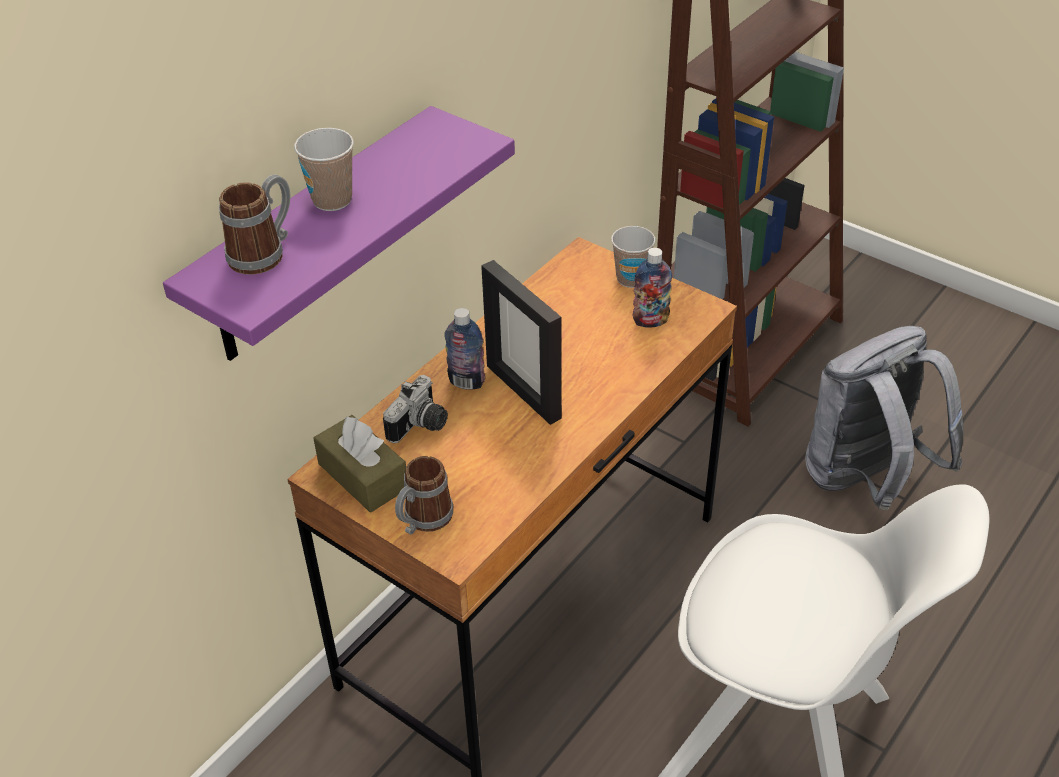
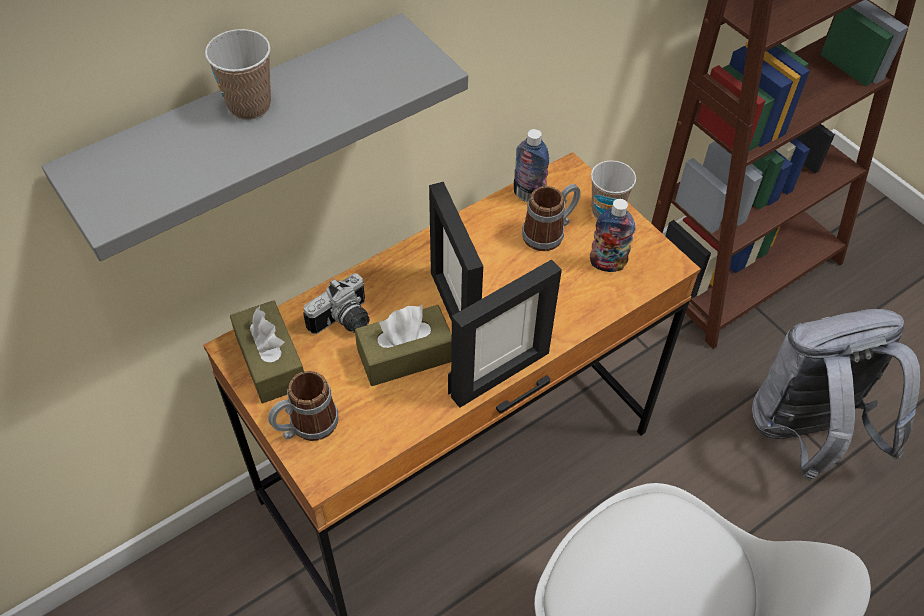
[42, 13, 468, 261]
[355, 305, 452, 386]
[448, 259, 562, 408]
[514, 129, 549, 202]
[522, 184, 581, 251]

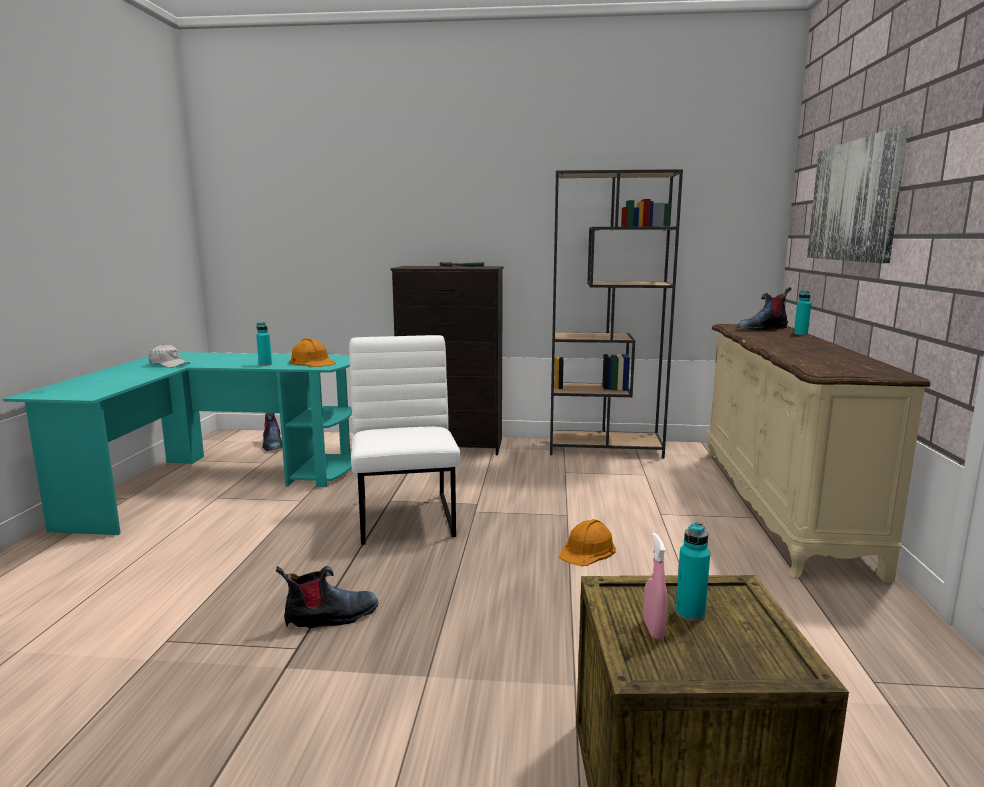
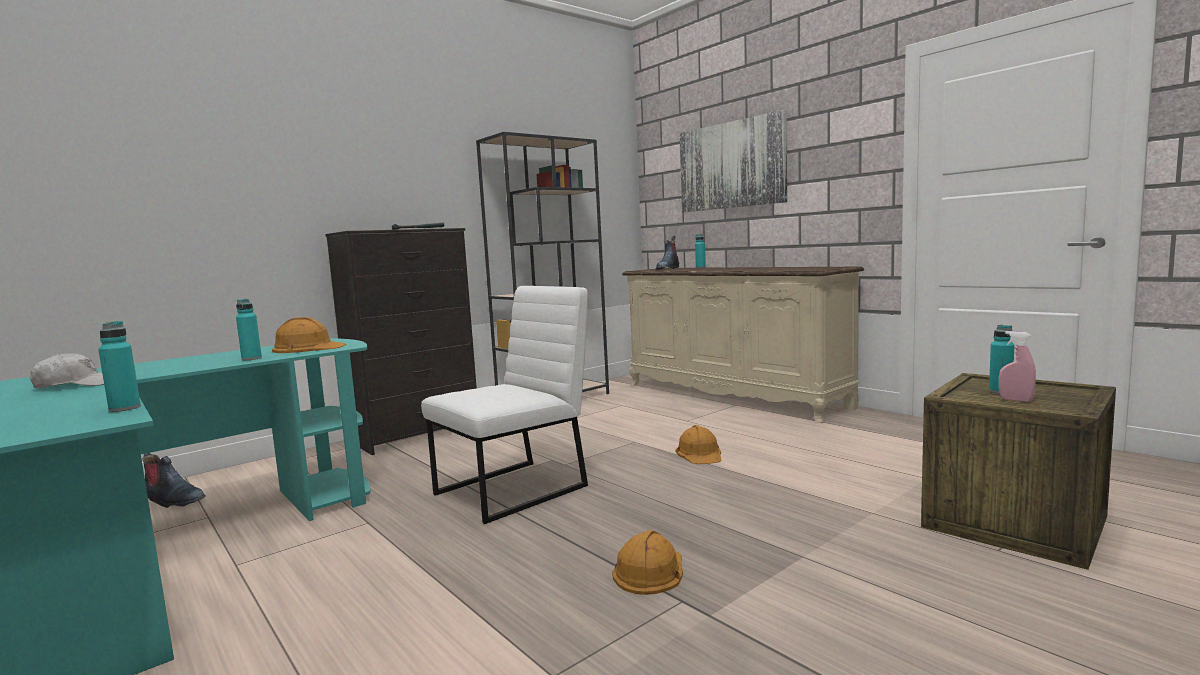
[98, 321, 141, 412]
[421, 286, 588, 524]
[612, 530, 683, 595]

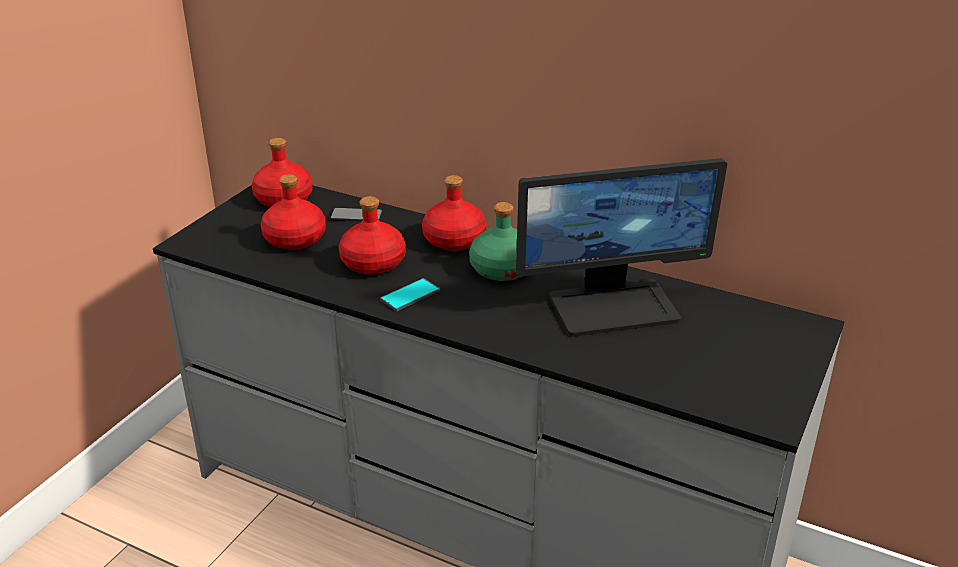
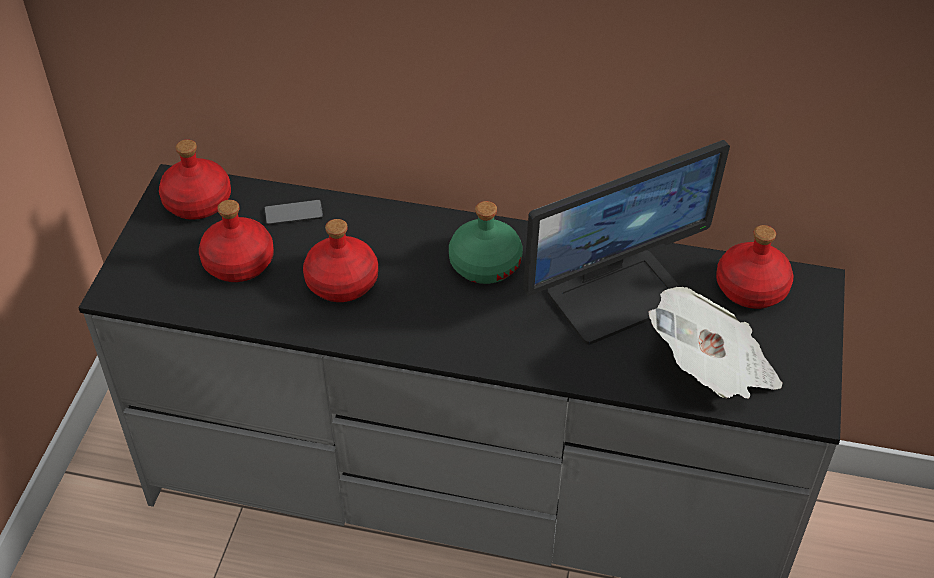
[649, 287, 783, 399]
[716, 225, 793, 309]
[380, 278, 440, 311] (first image)

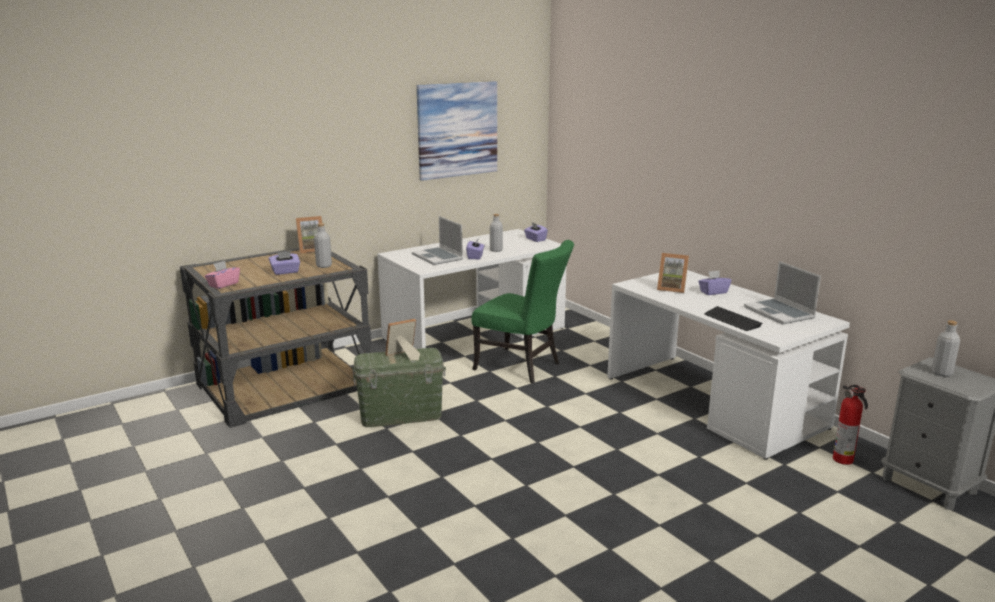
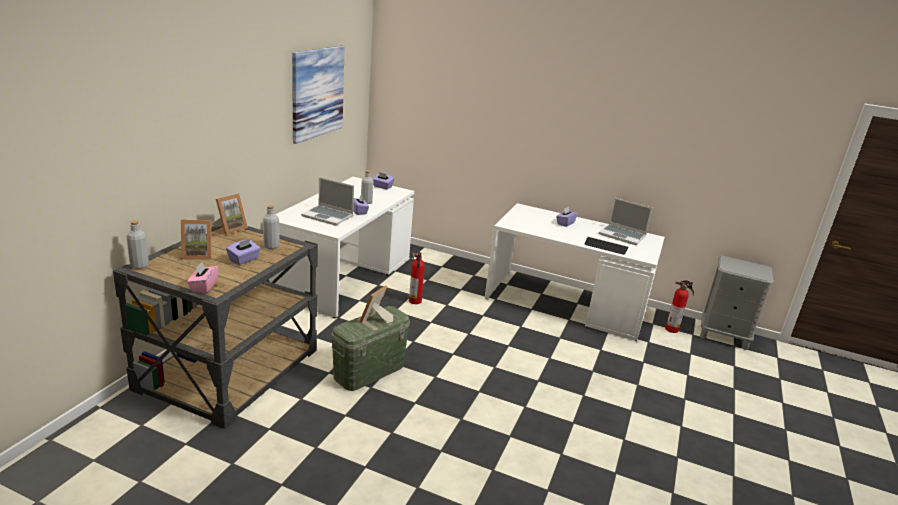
[126, 220, 149, 269]
[181, 220, 211, 260]
[409, 251, 425, 304]

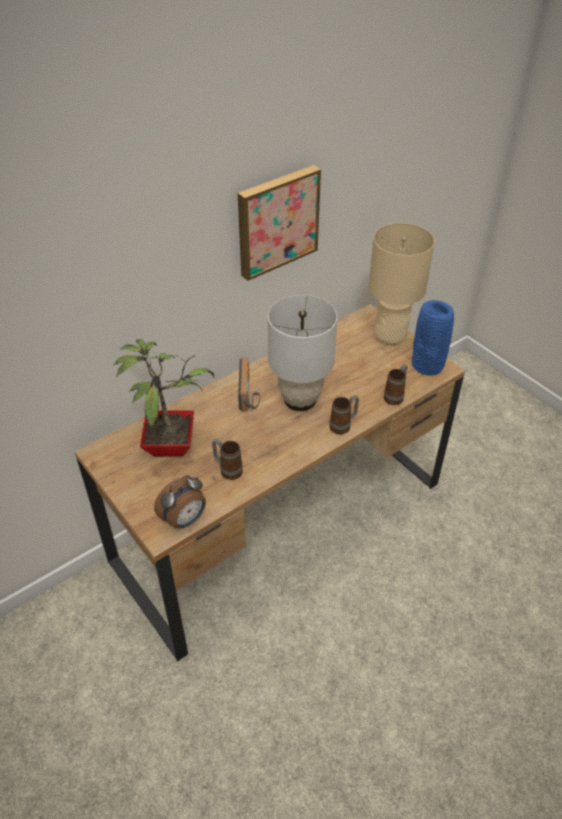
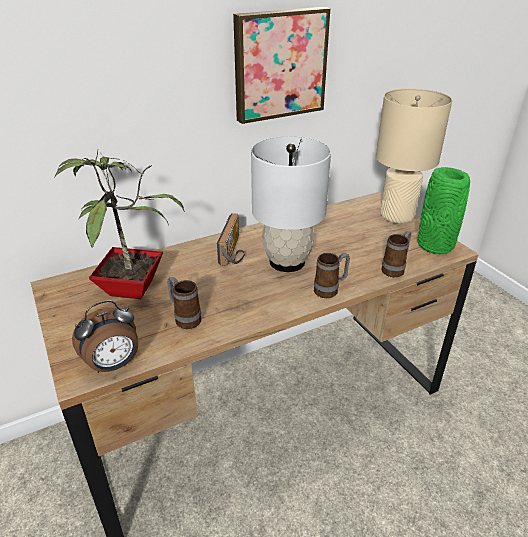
[417, 167, 470, 254]

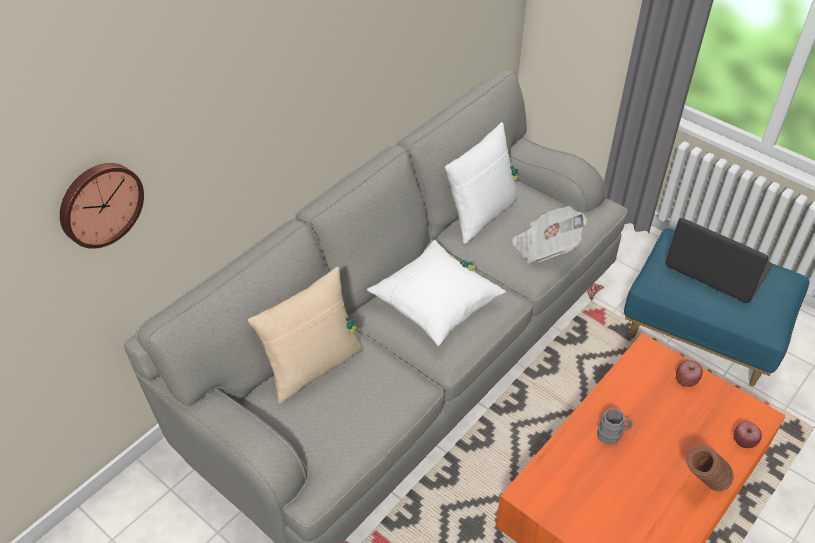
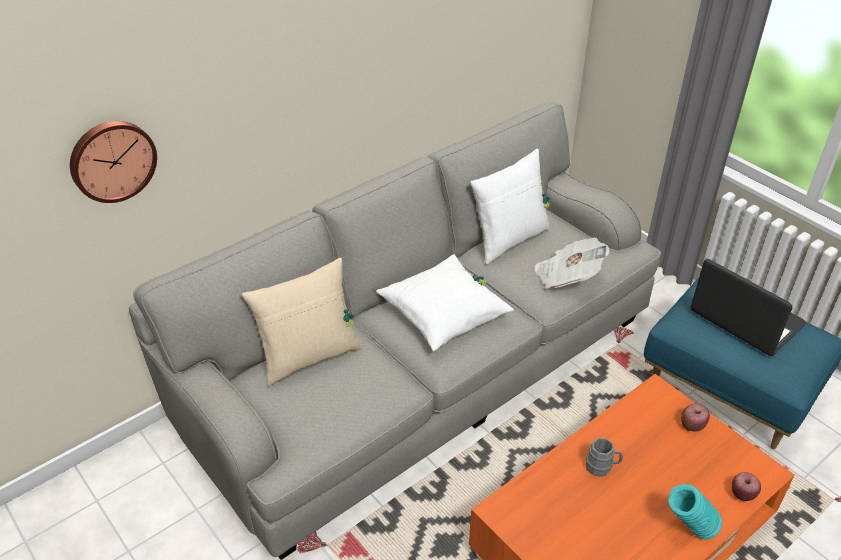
[668, 484, 722, 539]

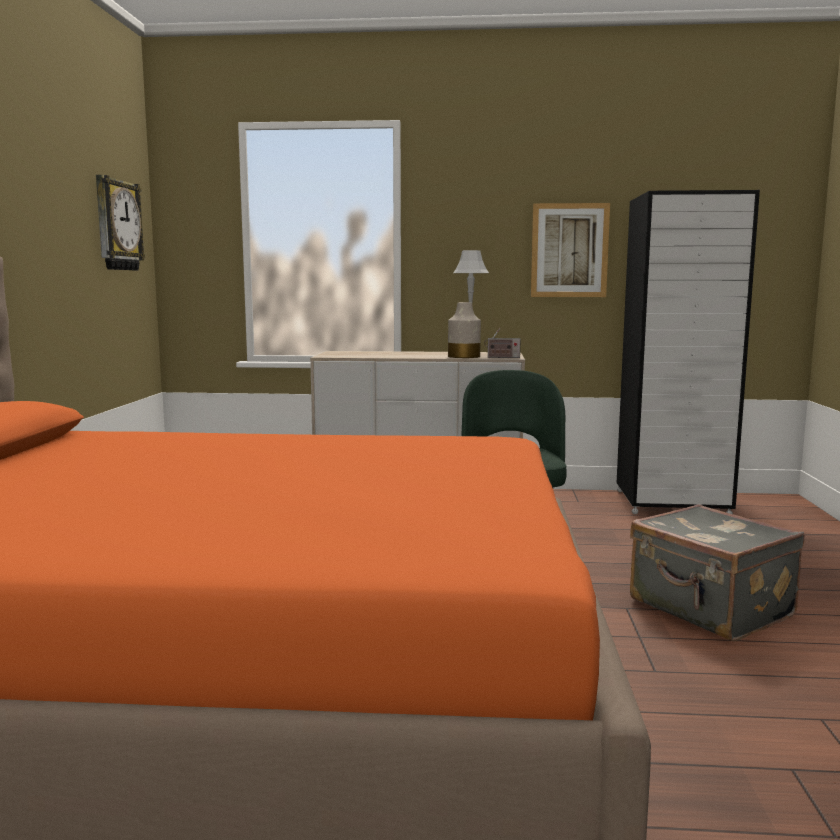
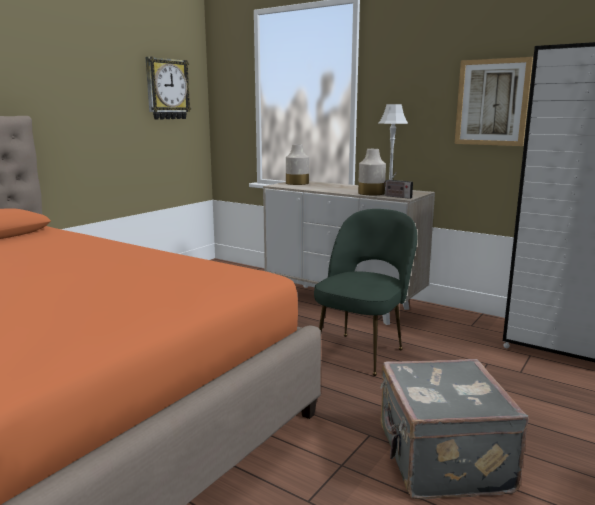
[286, 144, 309, 185]

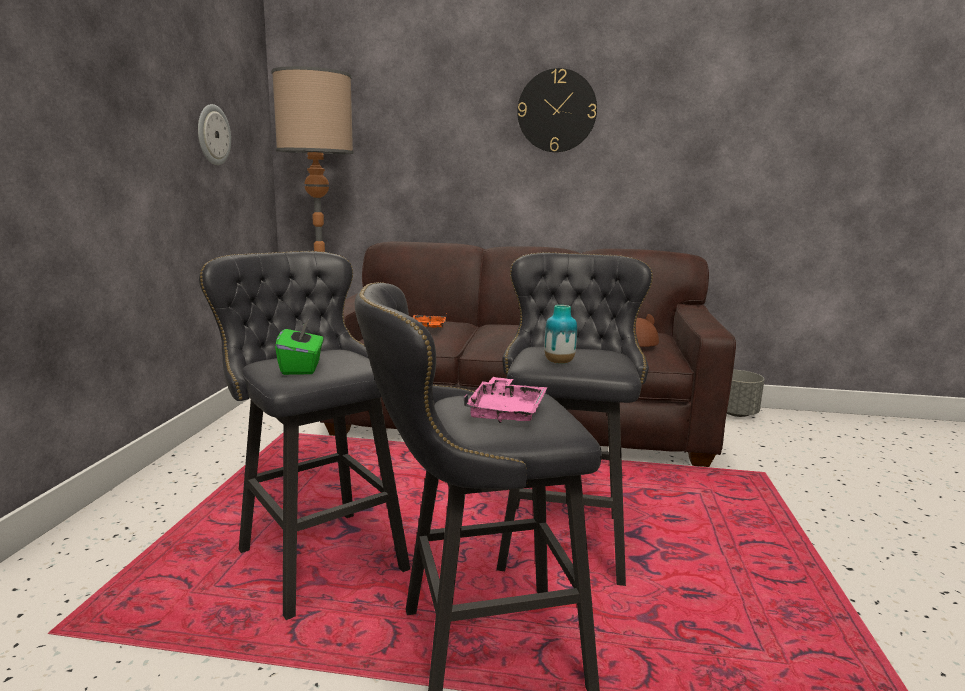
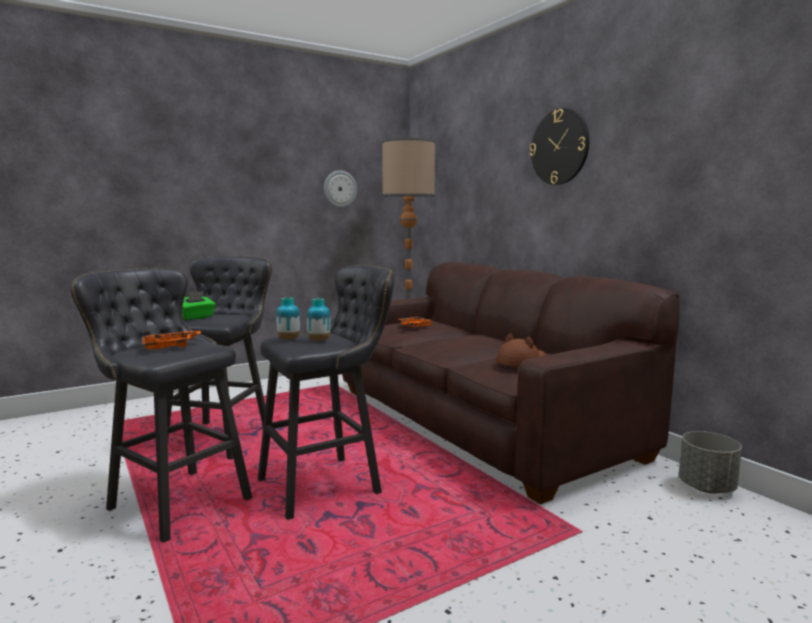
[142, 331, 201, 349]
[307, 298, 331, 341]

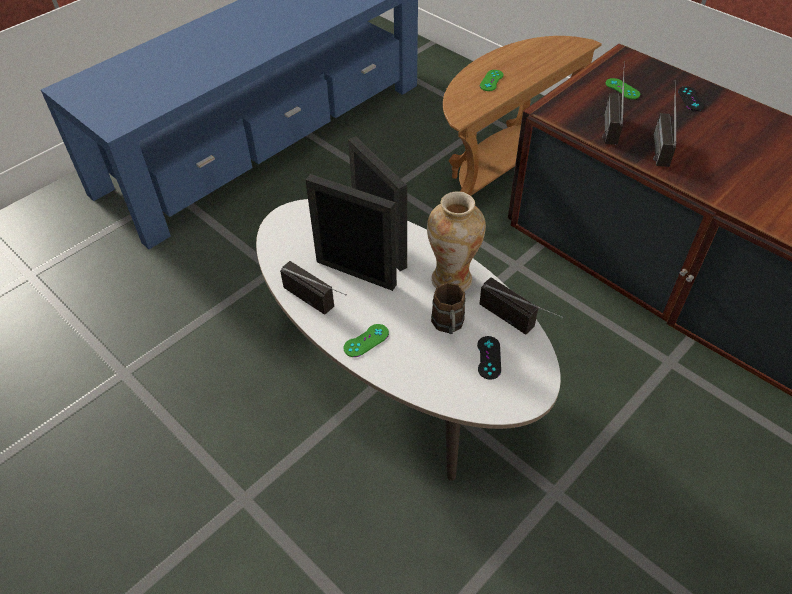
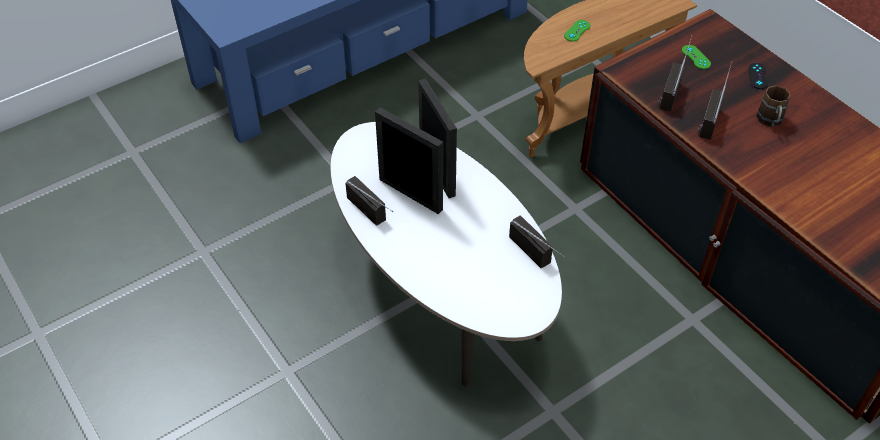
[756, 86, 790, 127]
[344, 324, 389, 357] (first image)
[427, 191, 486, 291] (first image)
[477, 336, 501, 380] (first image)

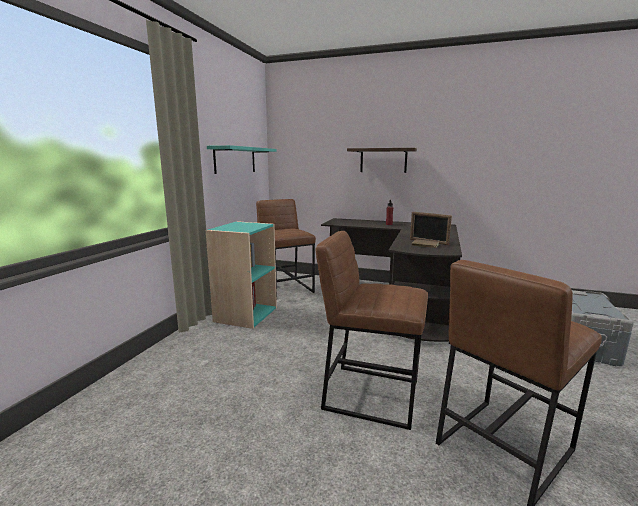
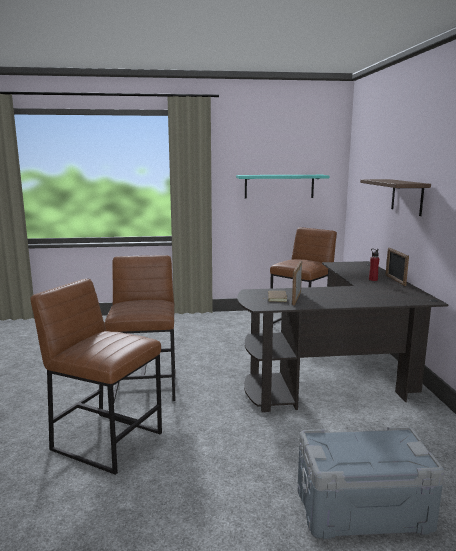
[386, 248, 409, 286]
[206, 221, 277, 329] (first image)

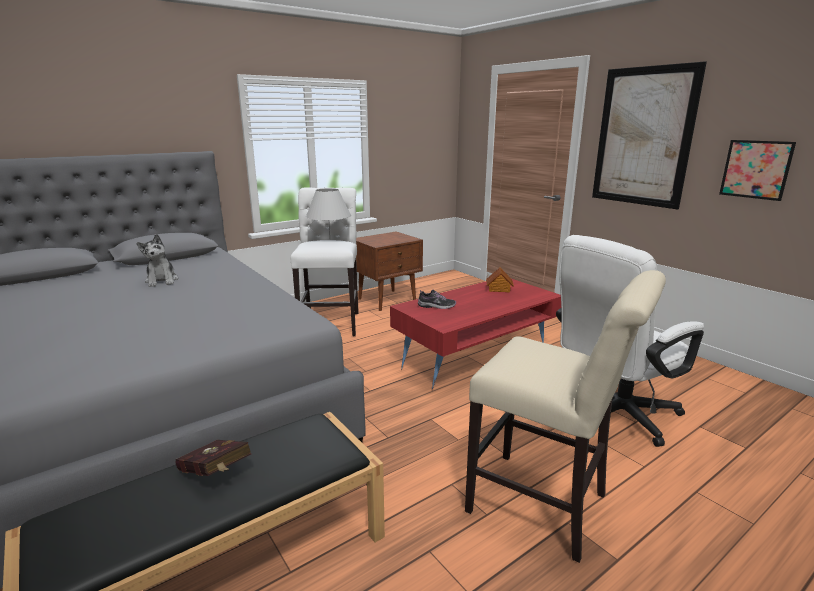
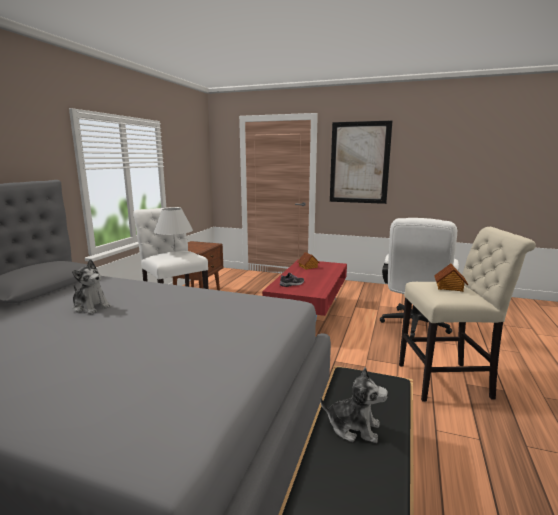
[320, 367, 388, 443]
[434, 263, 468, 292]
[719, 140, 796, 201] (first image)

